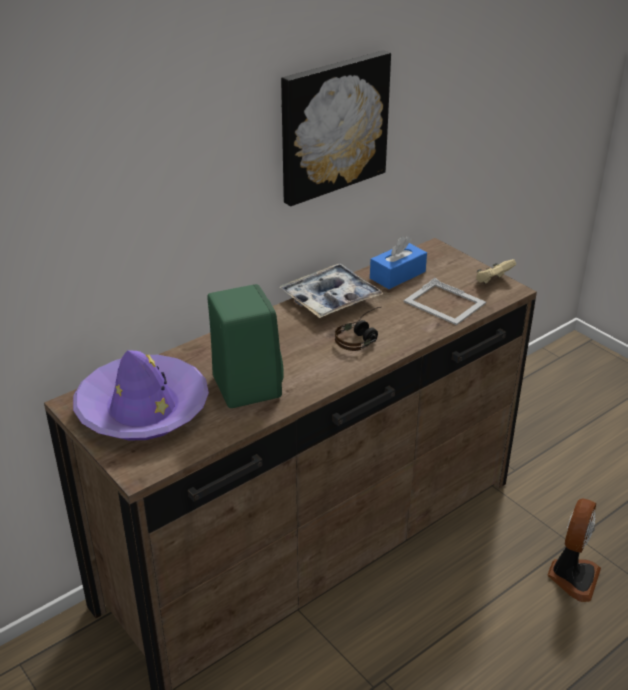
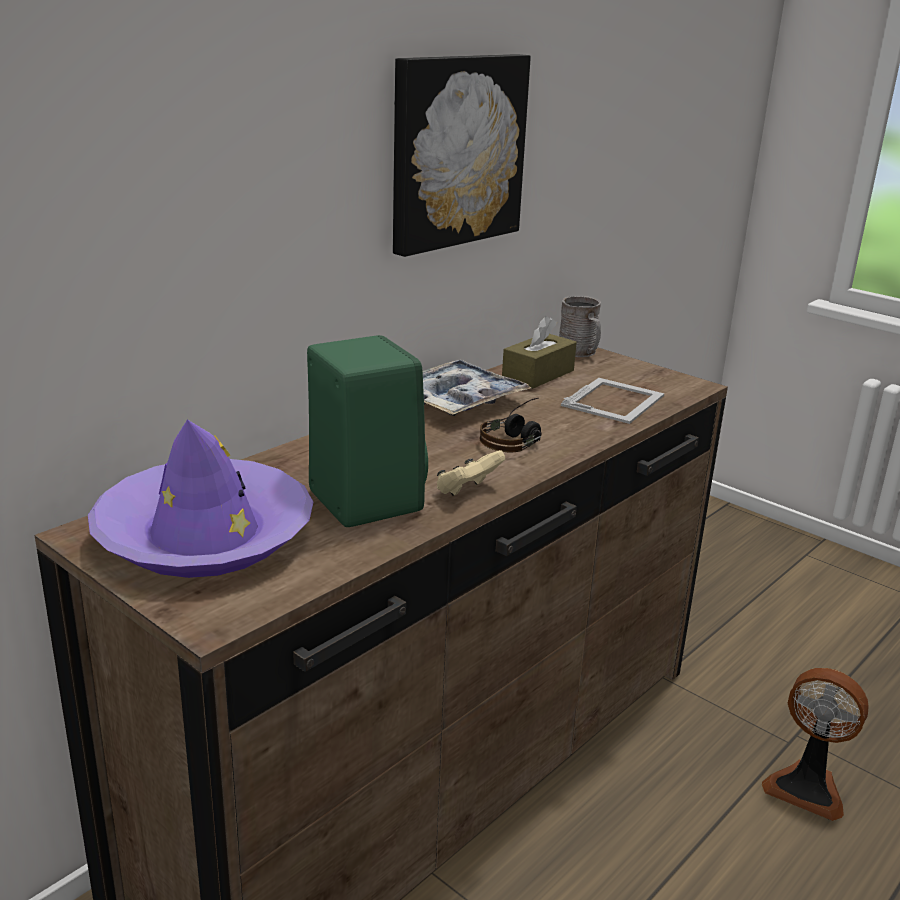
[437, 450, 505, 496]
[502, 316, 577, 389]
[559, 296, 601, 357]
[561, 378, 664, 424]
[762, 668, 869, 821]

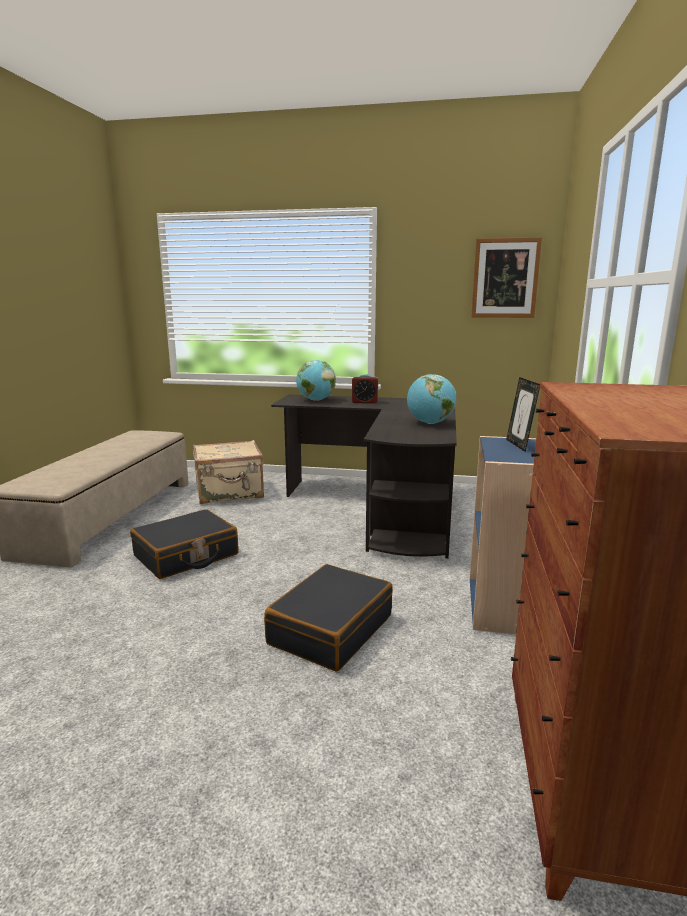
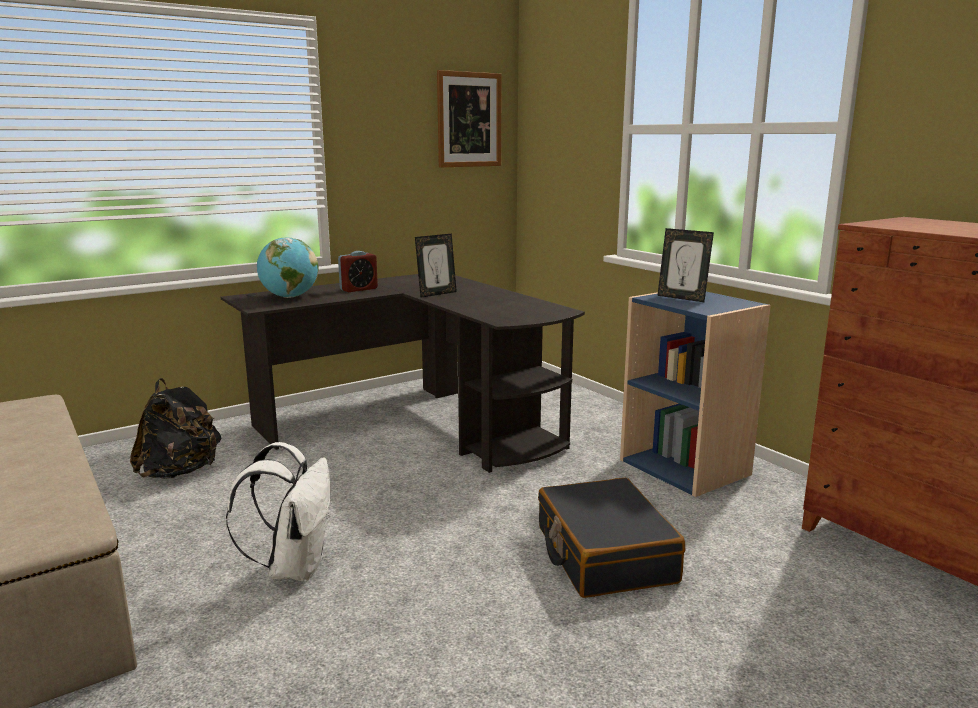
[130, 378, 221, 479]
[226, 442, 330, 582]
[415, 234, 457, 298]
[407, 374, 456, 424] (first image)

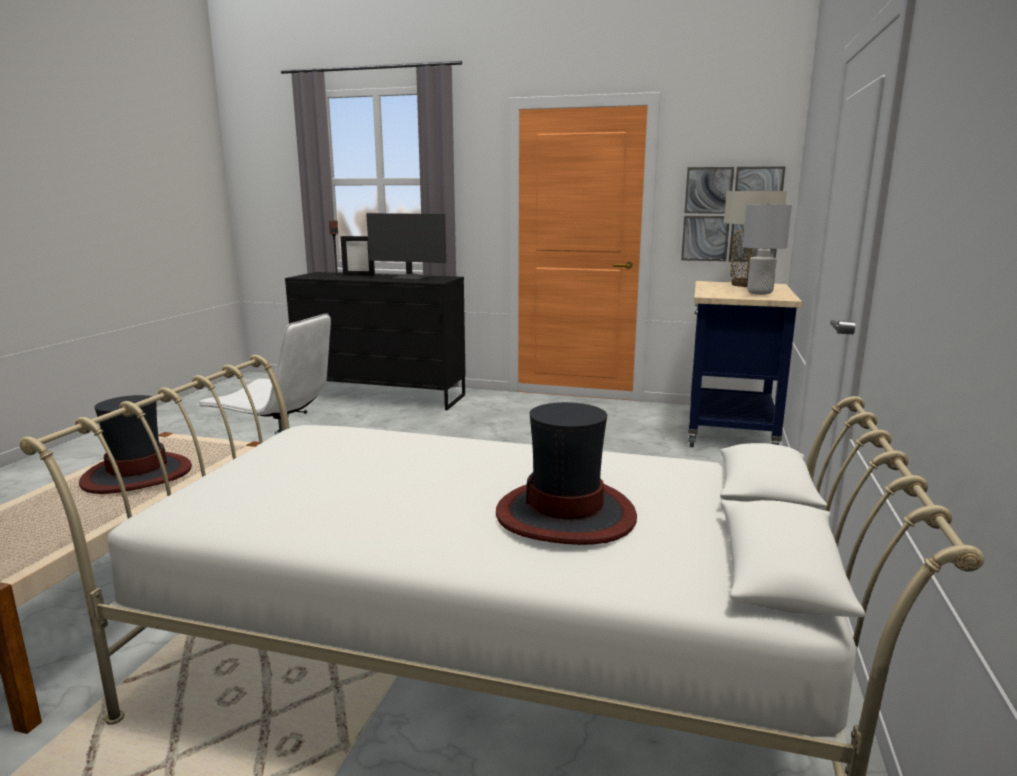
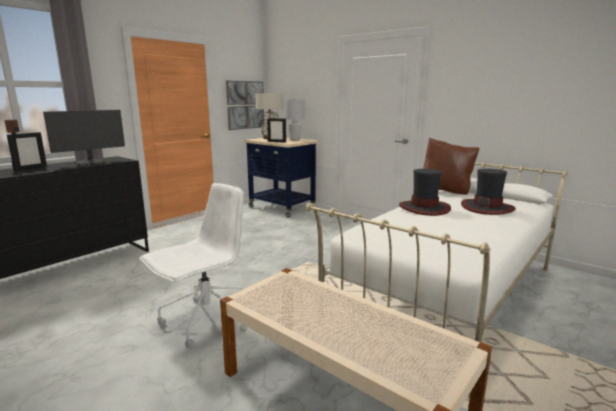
[267, 118, 286, 142]
[399, 169, 451, 216]
[423, 137, 480, 195]

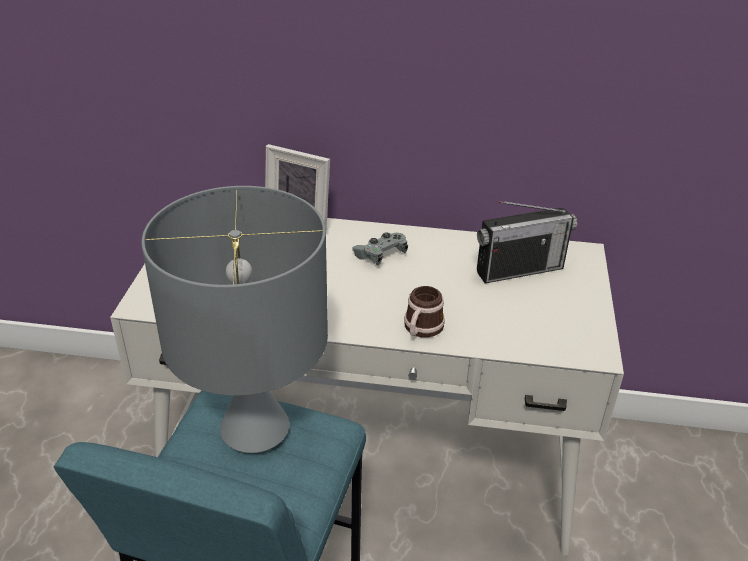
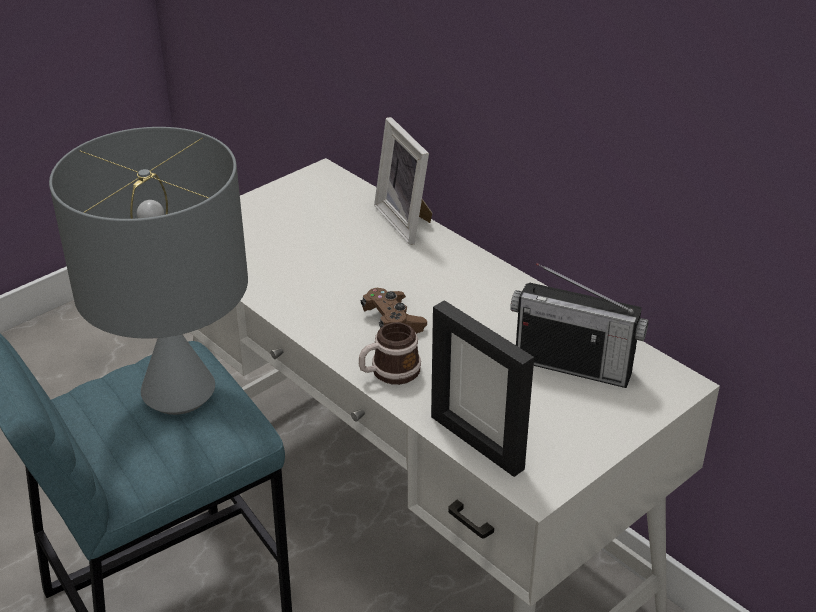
[361, 288, 427, 334]
[431, 300, 534, 477]
[352, 232, 408, 265] (first image)

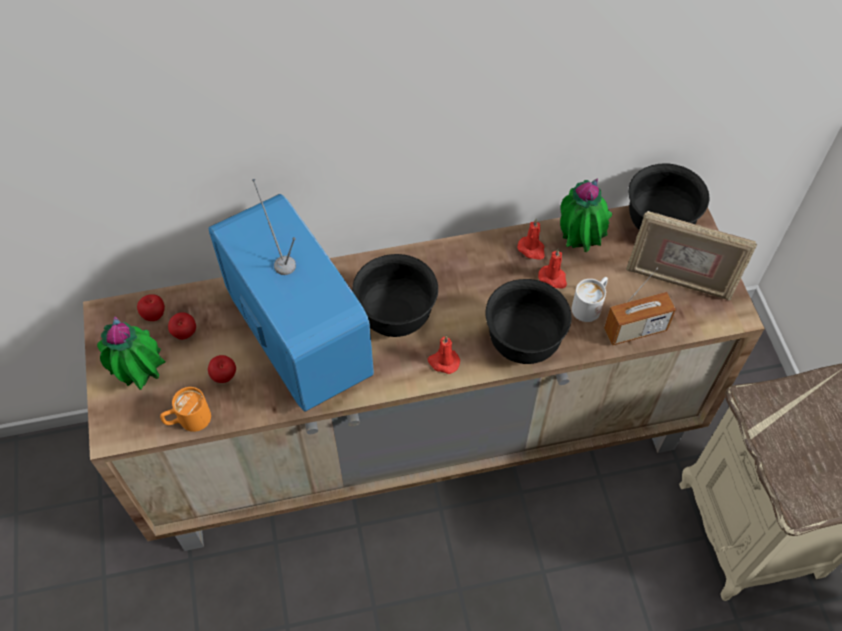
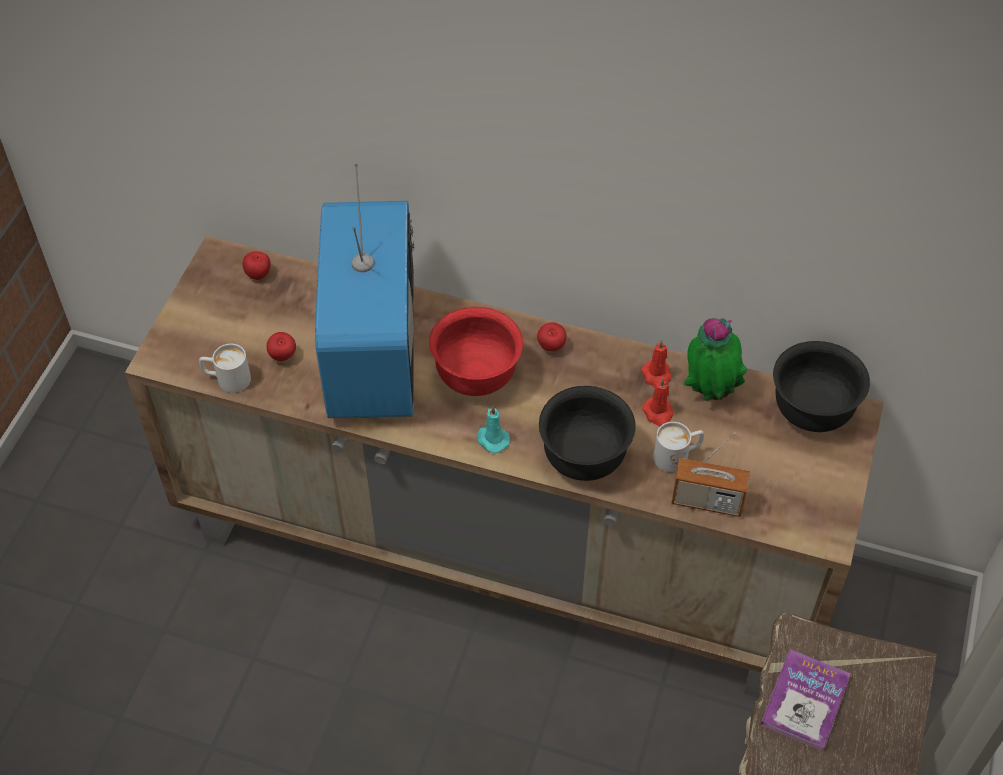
[199, 344, 251, 393]
[429, 307, 523, 396]
[478, 406, 510, 453]
[537, 322, 566, 351]
[761, 649, 851, 751]
[97, 316, 165, 390] (first image)
[626, 211, 757, 300] (first image)

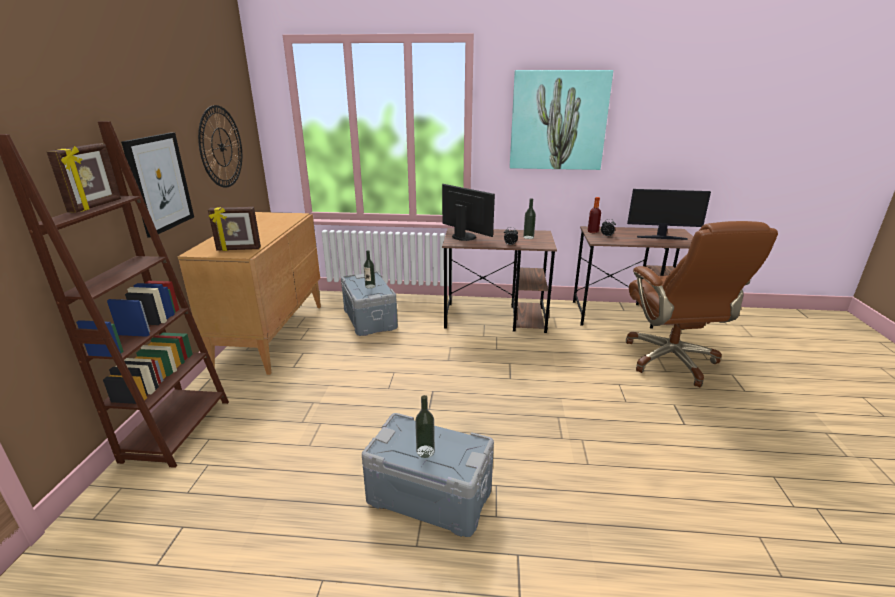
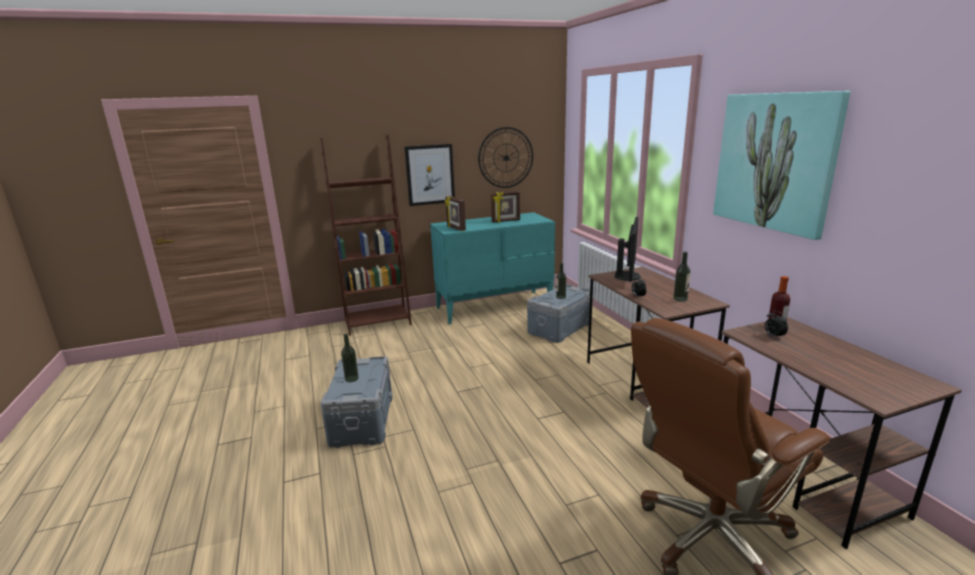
[430, 212, 555, 324]
[491, 191, 520, 222]
[627, 189, 711, 240] (first image)

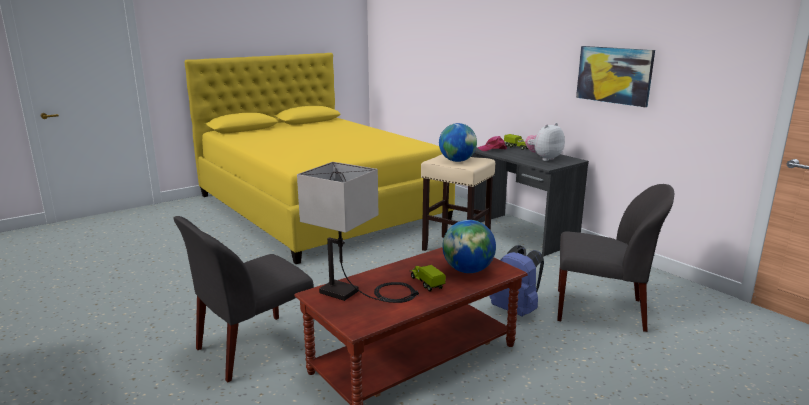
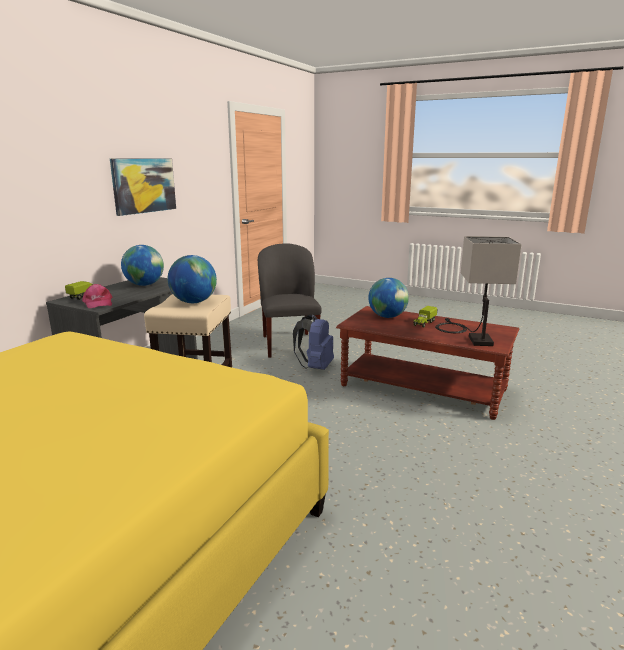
[121, 245, 164, 286]
[174, 216, 314, 383] (first image)

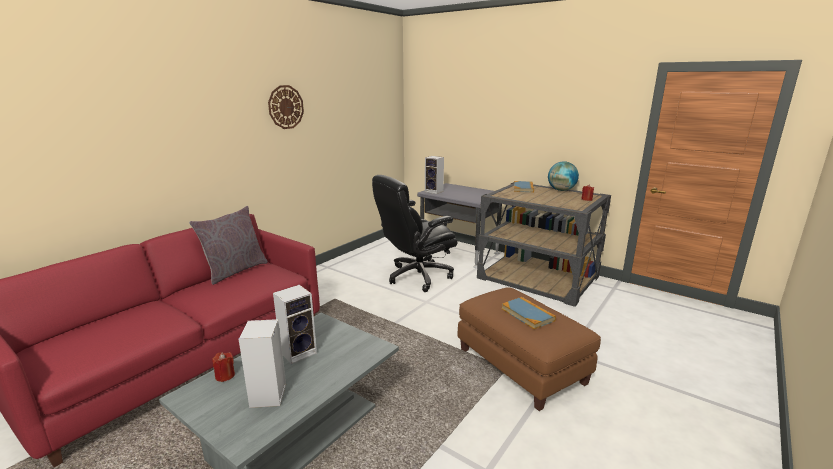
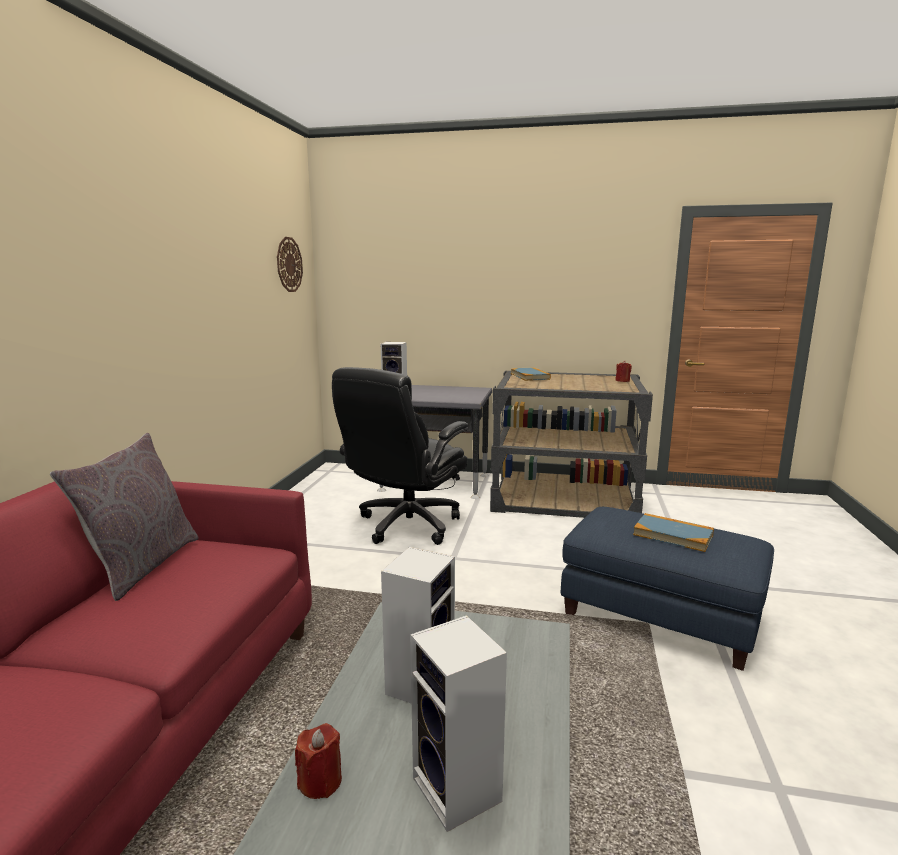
[277, 237, 303, 292]
[561, 507, 774, 671]
[548, 161, 579, 191] (first image)

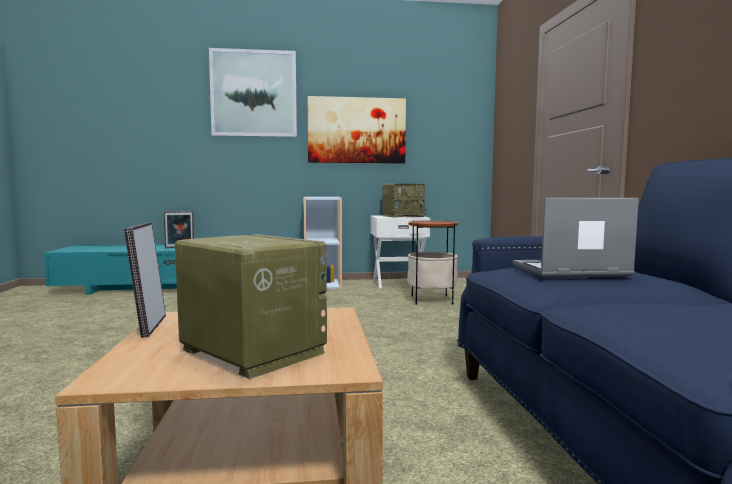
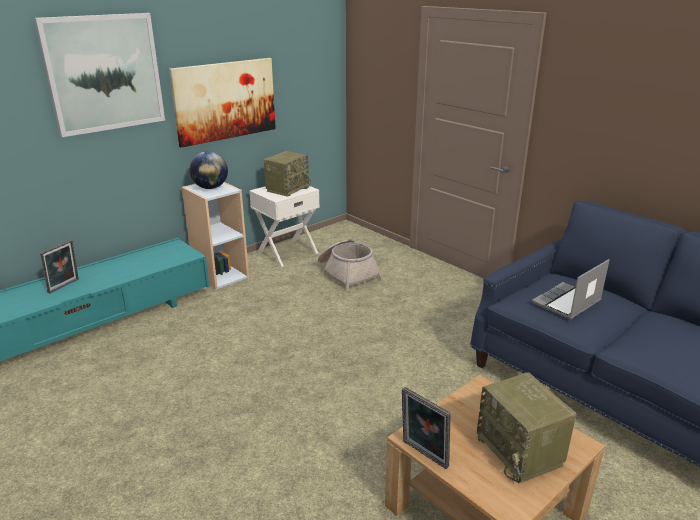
[190, 151, 228, 189]
[318, 239, 383, 291]
[477, 372, 577, 484]

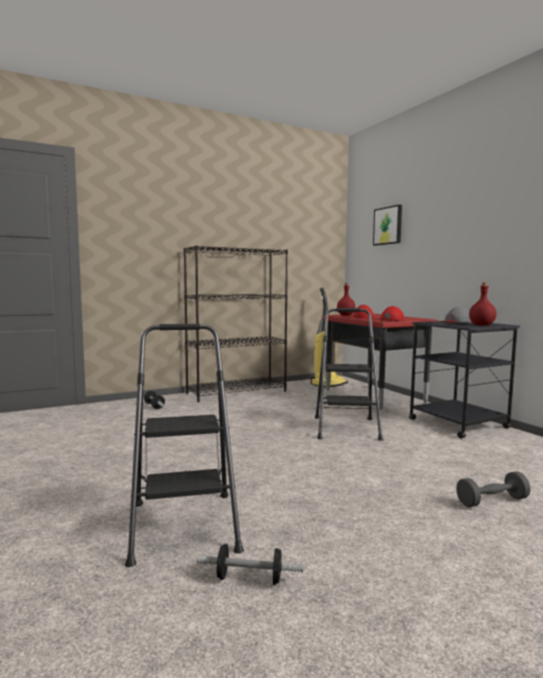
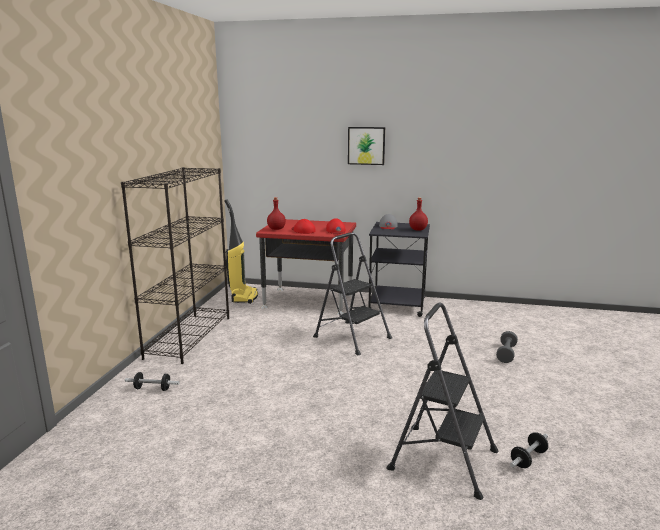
[348, 127, 385, 165]

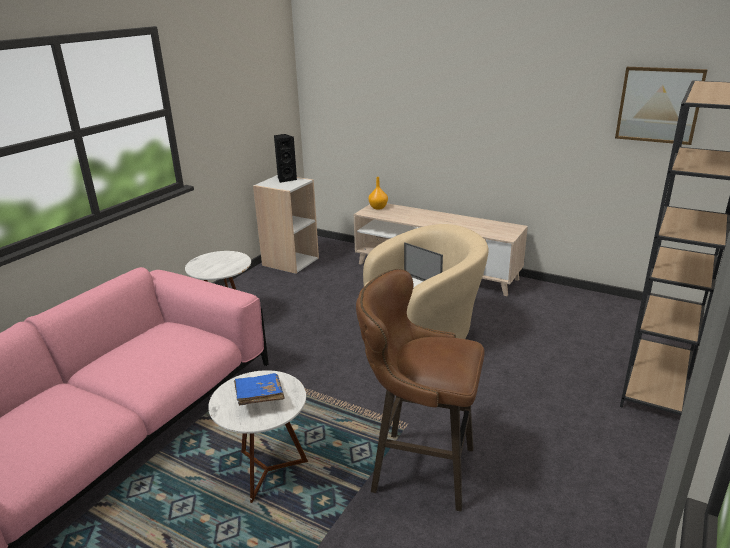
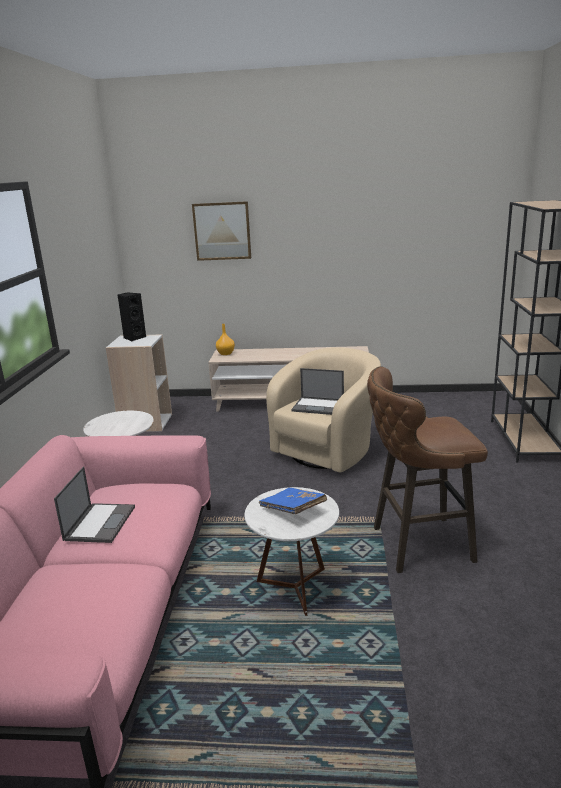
[54, 466, 135, 543]
[192, 201, 251, 261]

